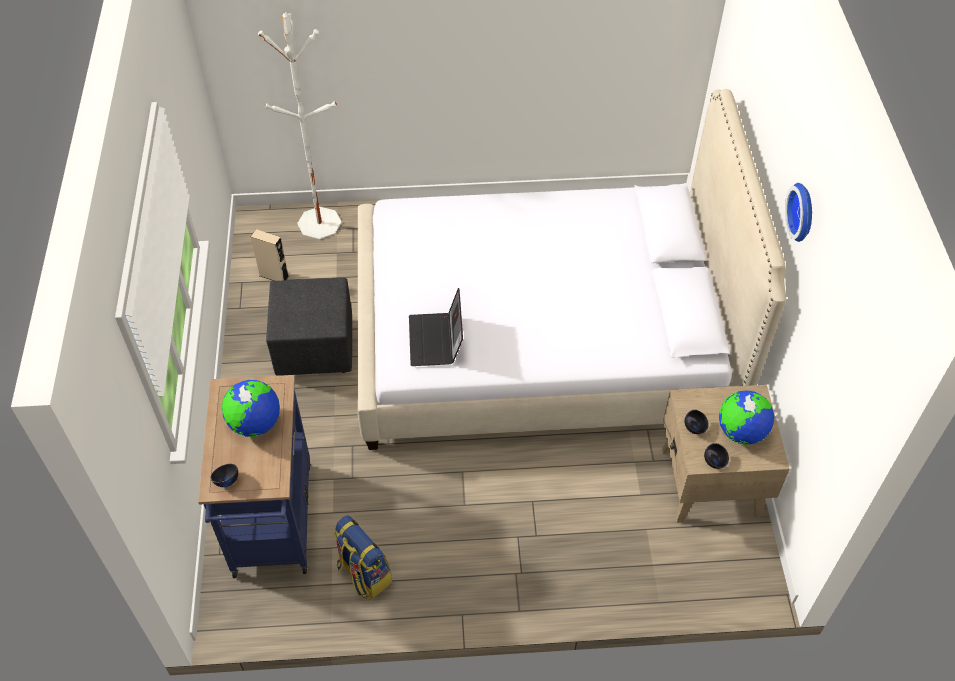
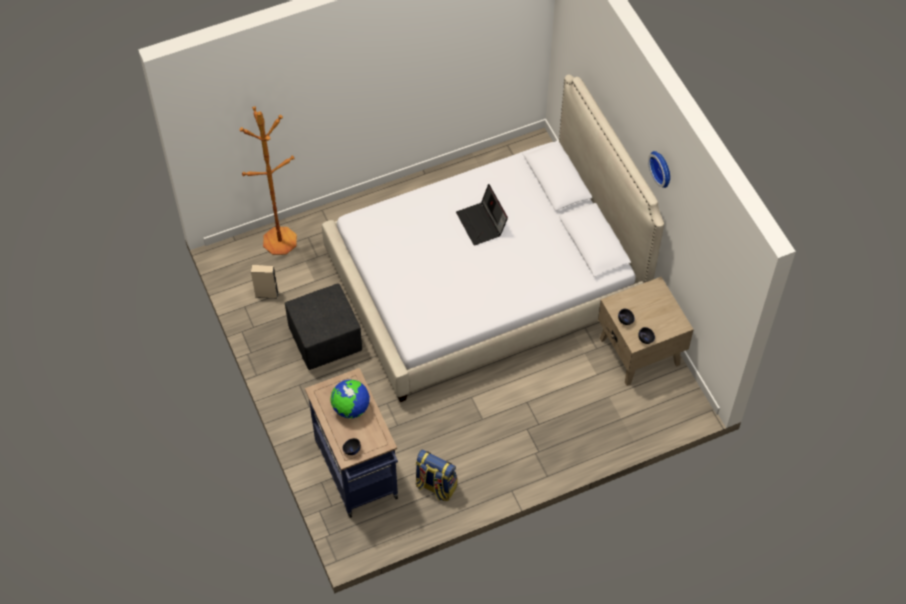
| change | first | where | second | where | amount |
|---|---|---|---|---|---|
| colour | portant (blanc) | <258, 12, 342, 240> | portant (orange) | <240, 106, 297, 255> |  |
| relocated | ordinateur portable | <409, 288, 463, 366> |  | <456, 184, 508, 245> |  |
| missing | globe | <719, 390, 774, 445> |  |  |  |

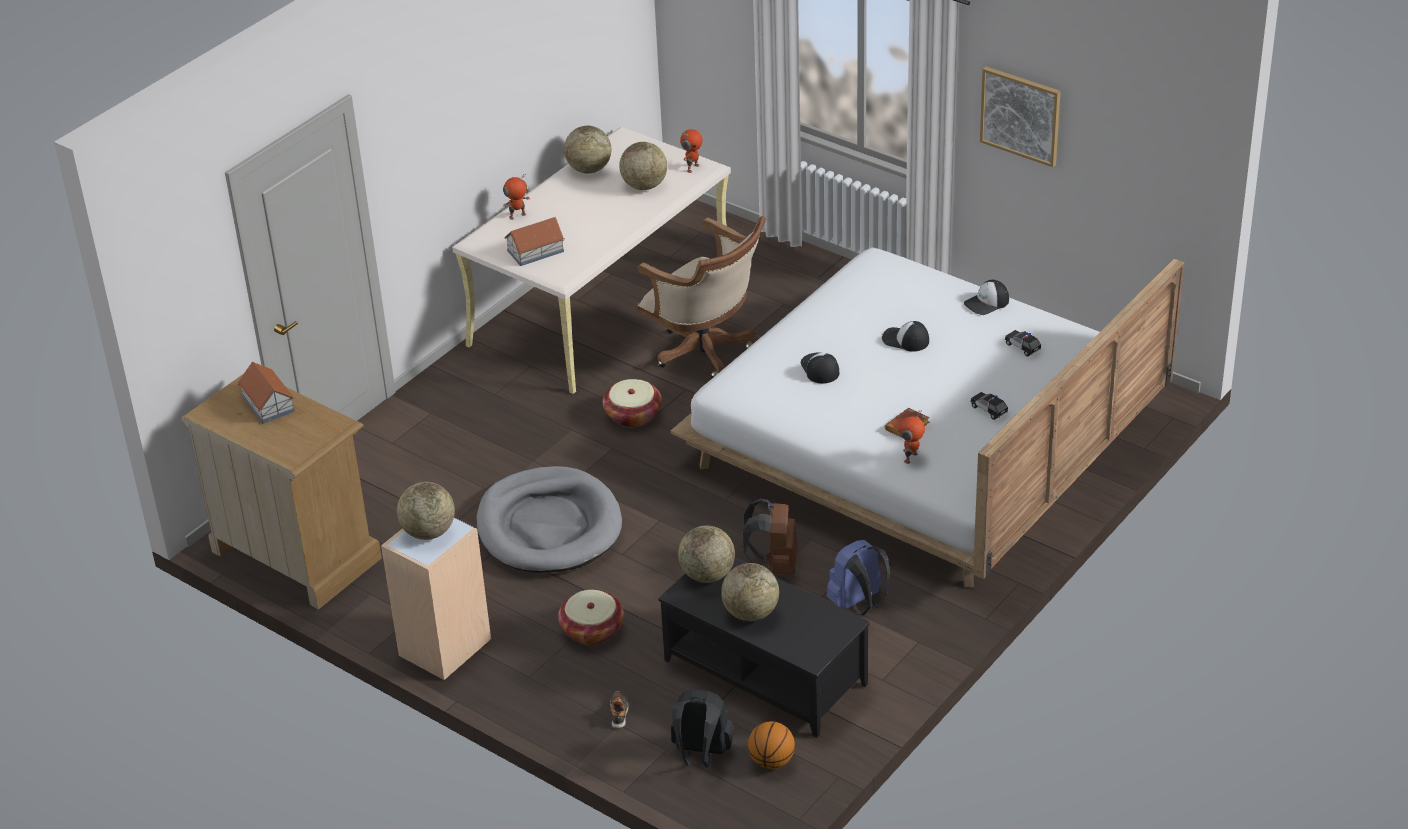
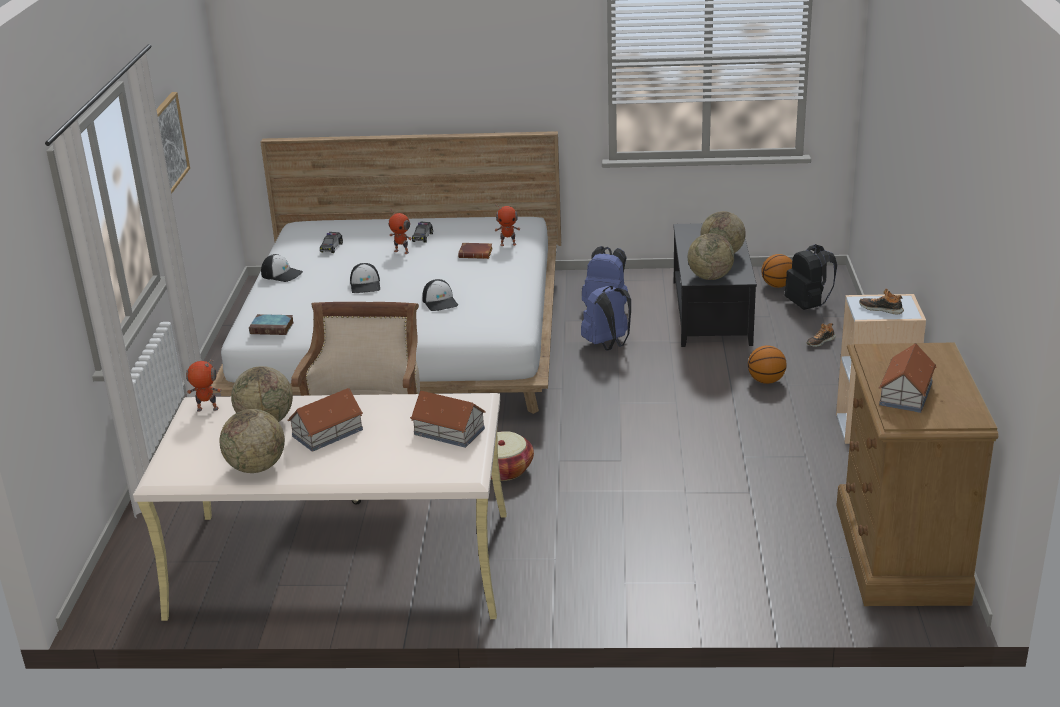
| change | first | where | second | where | amount |
|---|---|---|---|---|---|
| relocated | robot jouet | <503, 174, 530, 220> |  | <388, 209, 412, 254> |  |
| spun | casquette | <801, 352, 839, 383> |  | <422, 279, 458, 311> | 60 degrees counterclockwise |
| missing | panier pour chien (gris) | <476, 466, 622, 573> |  |  |  |
| exchanged | globe | <397, 482, 455, 540> | chaussure | <859, 289, 904, 315> |  |
| colour | sac à dos (marron) | <742, 499, 797, 575> | sac à dos (bleu) | <581, 286, 631, 351> |  |
| exchanged | panier | <558, 590, 624, 645> | ballon de basket | <748, 345, 786, 384> |  |
| appeared |  |  | livre | <249, 314, 294, 335> |  |
| appeared |  |  | maison miniature | <287, 388, 363, 452> |  |

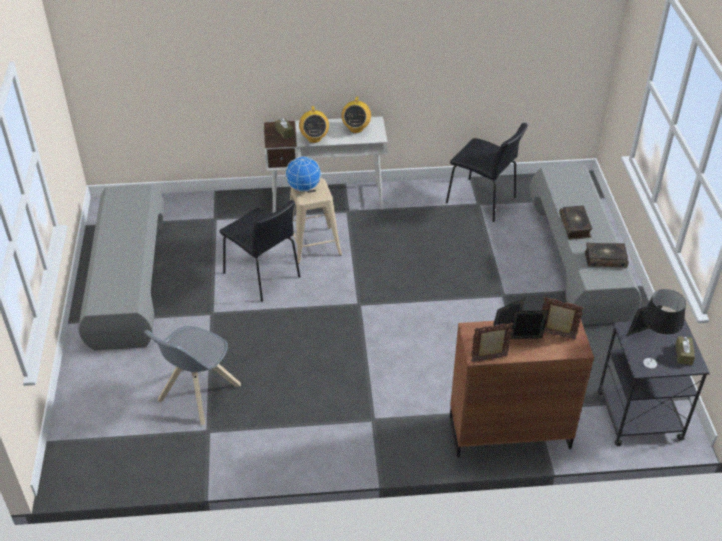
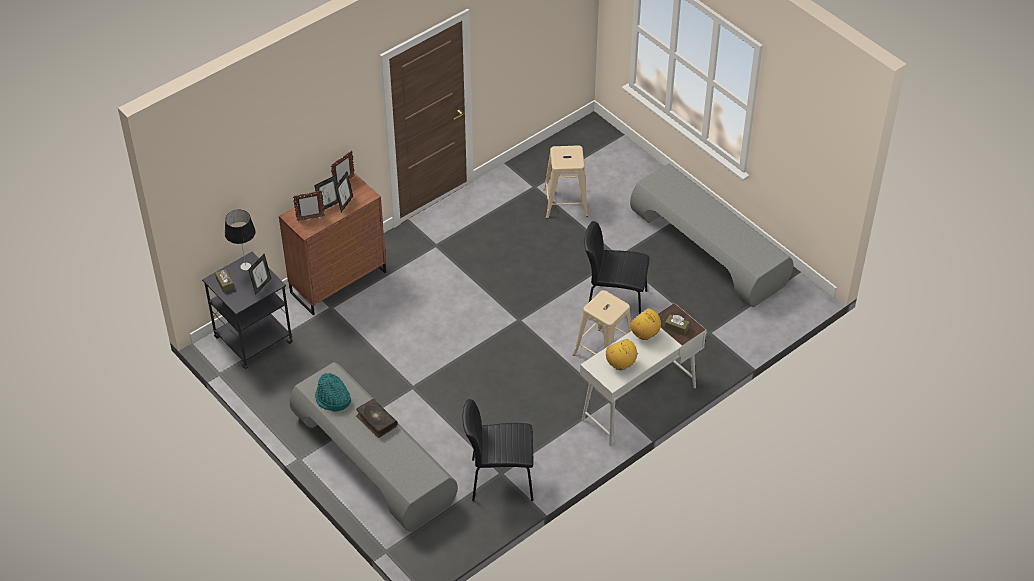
| change | first | where | second | where | amount |
|---|---|---|---|---|---|
| missing | globe | <285, 156, 321, 192> |  |  |  |
| exchanged | livre | <585, 243, 629, 268> | chapeau (turquoise) | <315, 373, 351, 412> |  |
| exchanged | chaise (gris) | <144, 326, 241, 425> | tabouret (beige) | <543, 145, 588, 219> |  |

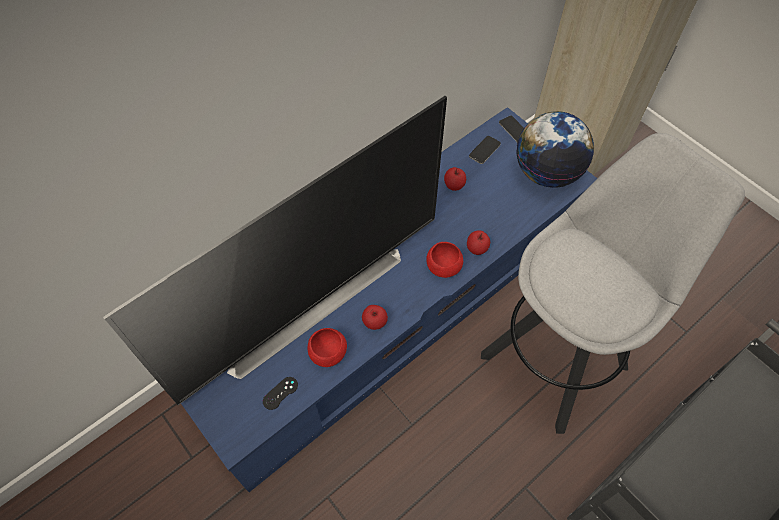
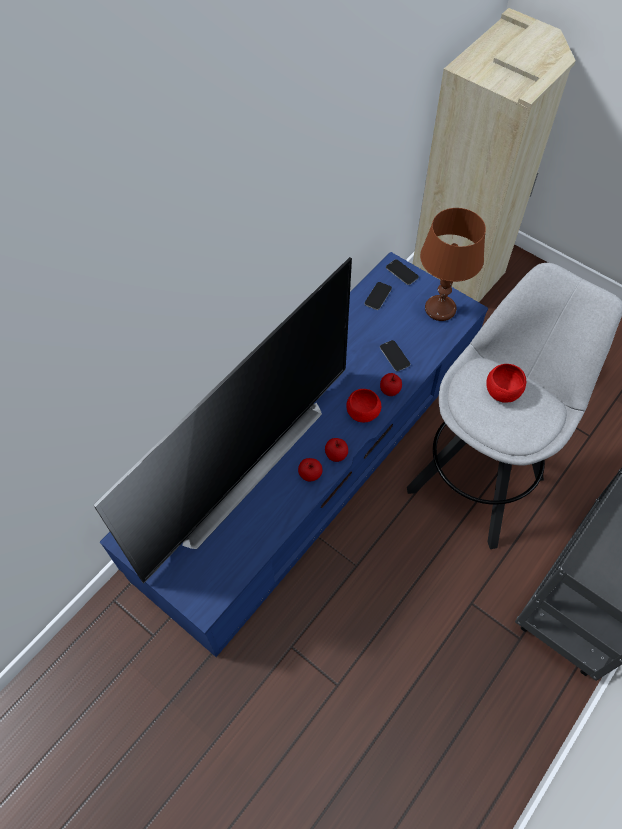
| change | first | where | second | where | amount |
|---|---|---|---|---|---|
| exchanged | globe | <516, 111, 594, 188> | lampe de table (marron) | <420, 208, 486, 321> |  |
| relocated | pomme | <444, 167, 466, 191> |  | <325, 438, 348, 462> |  |
| relocated | bol (rouge) | <308, 328, 347, 367> |  | <486, 364, 526, 403> |  |
| missing | manette (noir) | <263, 377, 298, 410> |  |  |  |
| appeared |  |  | téléphone | <380, 340, 410, 371> |  |

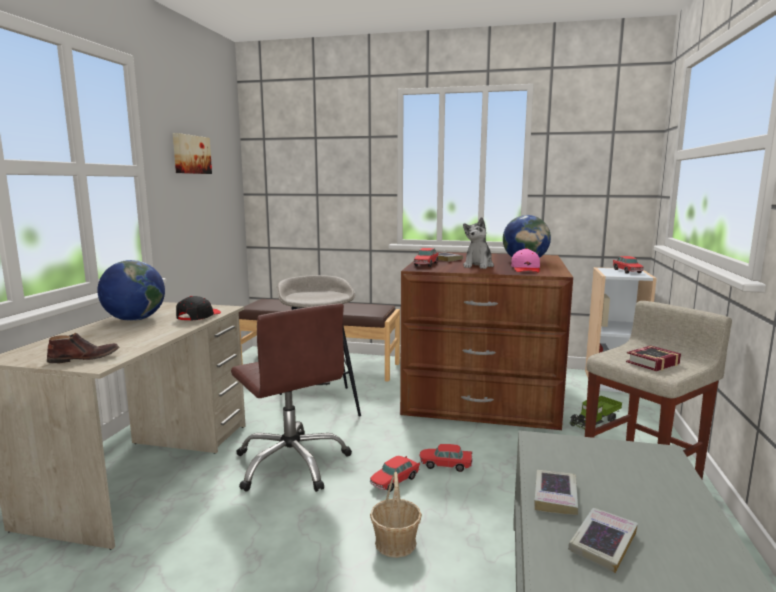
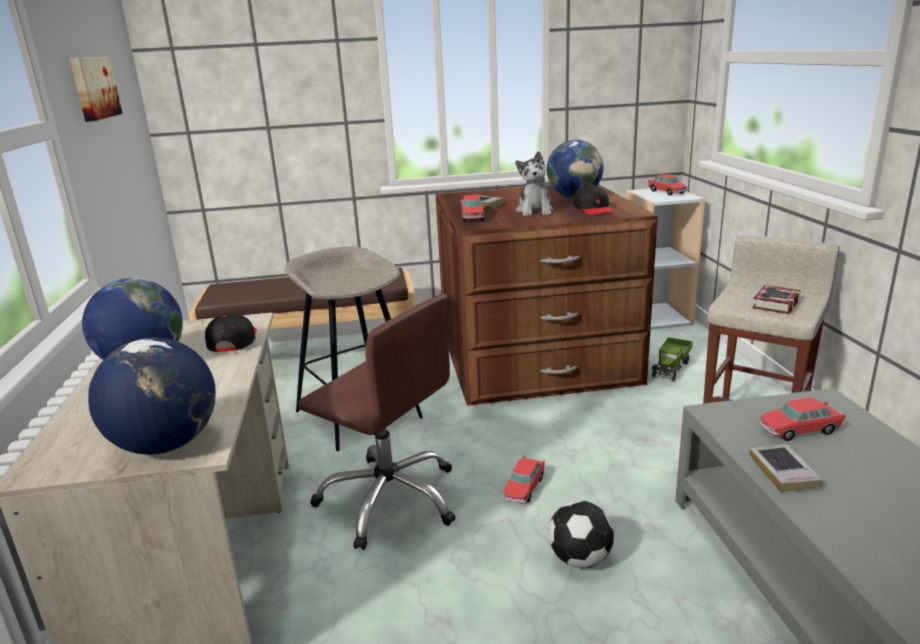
| change | first | where | second | where | amount |
|---|---|---|---|---|---|
| colour | casquette (rose) | <511, 248, 540, 273> | casquette (noir) | <574, 184, 614, 215> |  |
| exchanged | chaussure (marron) | <47, 333, 119, 363> | globe | <88, 338, 216, 454> |  |
| relocated | petite voiture | <419, 444, 473, 472> |  | <759, 397, 846, 441> |  |
| exchanged | panier | <370, 472, 422, 558> | ballon de foot | <548, 501, 614, 568> |  |
| missing | livre | <568, 508, 638, 573> |  |  |  |

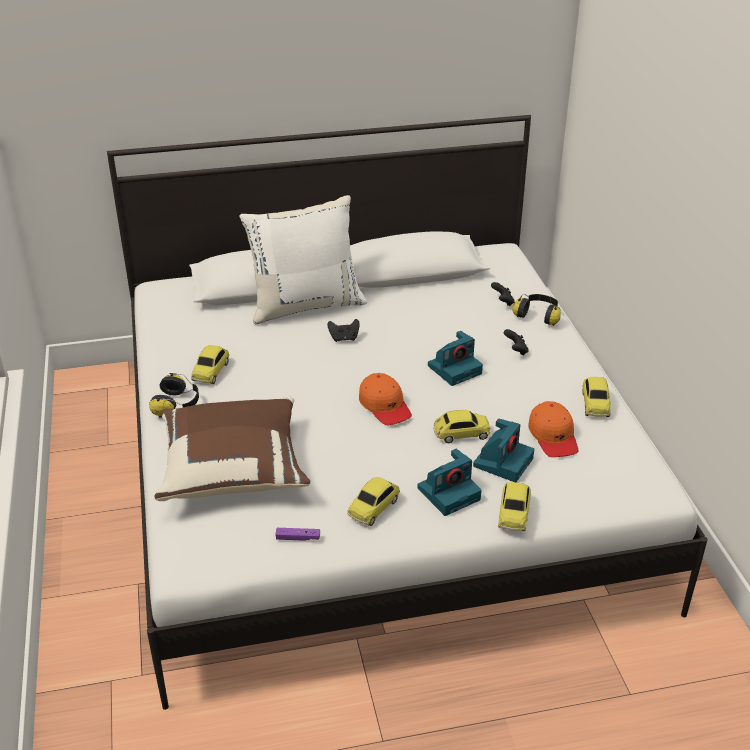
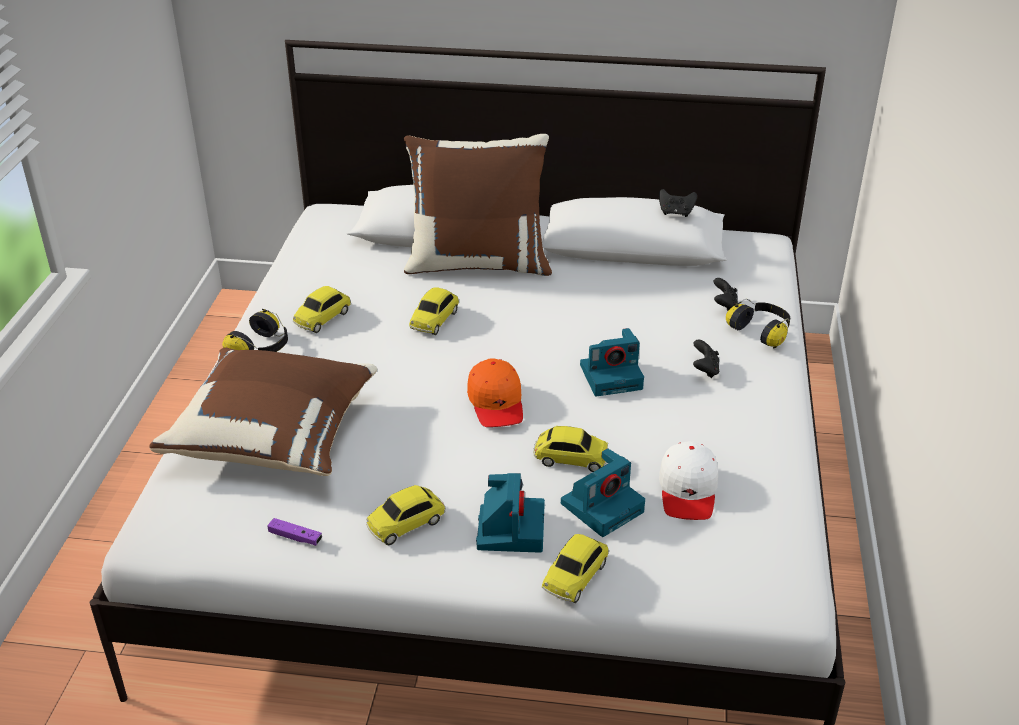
| change | first | where | second | where | amount |
|---|---|---|---|---|---|
| colour | coussin (blanc) | <239, 195, 367, 324> | coussin (marron) | <404, 134, 552, 276> |  |
| relocated | manette (noir) | <328, 319, 360, 342> |  | <659, 189, 697, 217> |  |
| relocated | petite voiture | <582, 377, 611, 417> |  | <409, 287, 459, 335> |  |
| colour | casquette (orange) | <528, 401, 578, 457> | casquette (blanc) | <659, 441, 718, 520> |  |
| spun | appareil photo | <417, 449, 481, 516> |  | <476, 473, 545, 553> | 75 degrees counterclockwise |

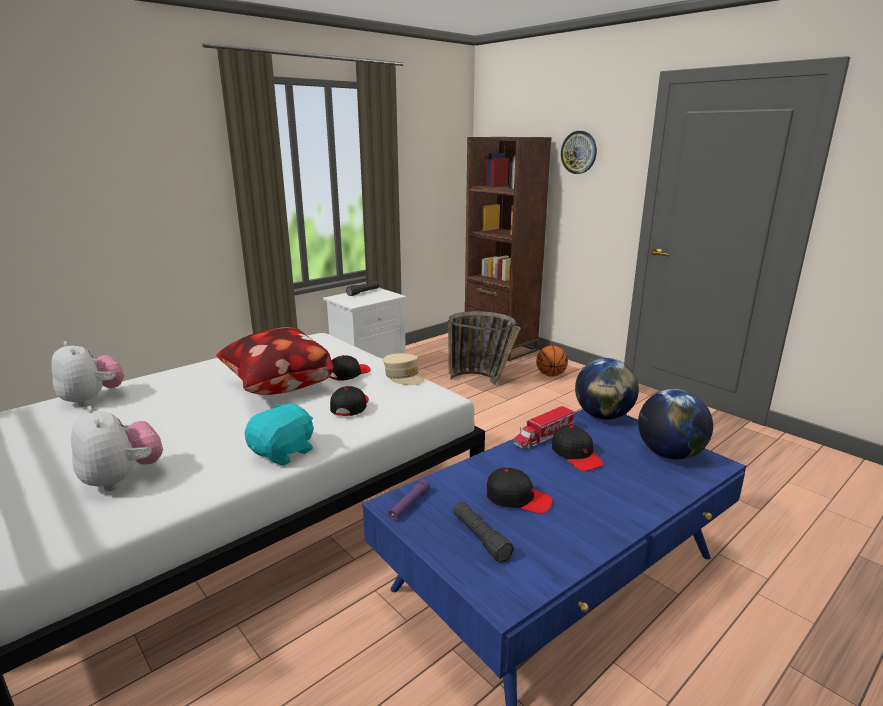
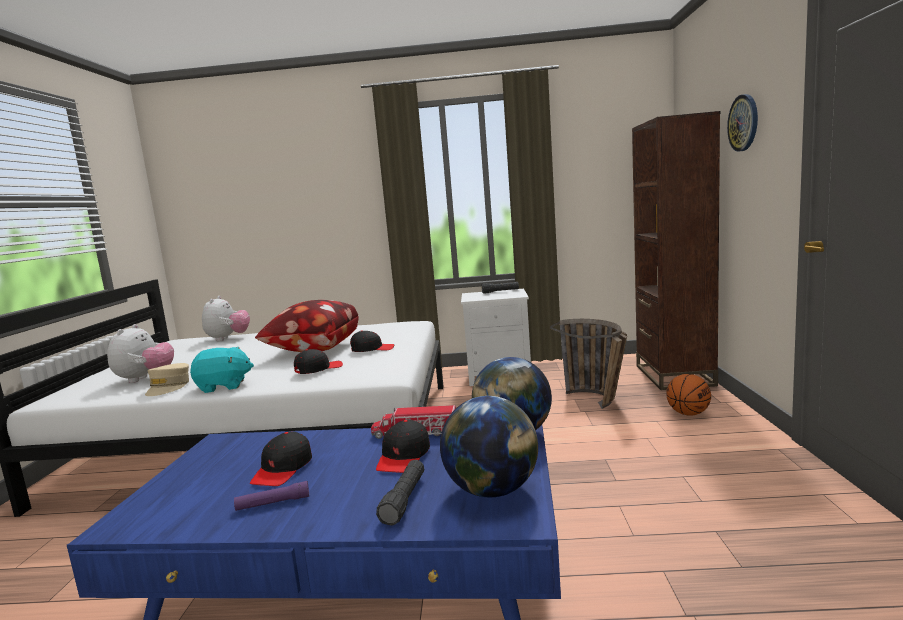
| change | first | where | second | where | amount |
|---|---|---|---|---|---|
| relocated | casquette (beige) | <383, 353, 424, 385> |  | <145, 363, 189, 396> |  |
| spun | casquette (noir) | <487, 468, 553, 513> |  | <250, 431, 312, 486> | 45 degrees clockwise |
| relocated | lampe de poche (violet) | <388, 479, 430, 520> |  | <234, 481, 309, 511> |  |
| relocated | lampe de poche (noir) | <453, 502, 514, 562> |  | <376, 460, 424, 526> |  |

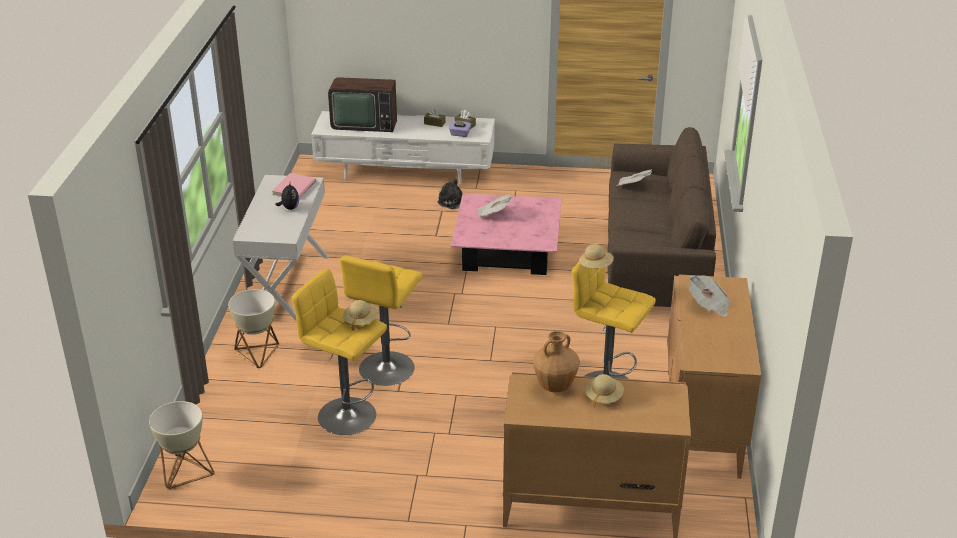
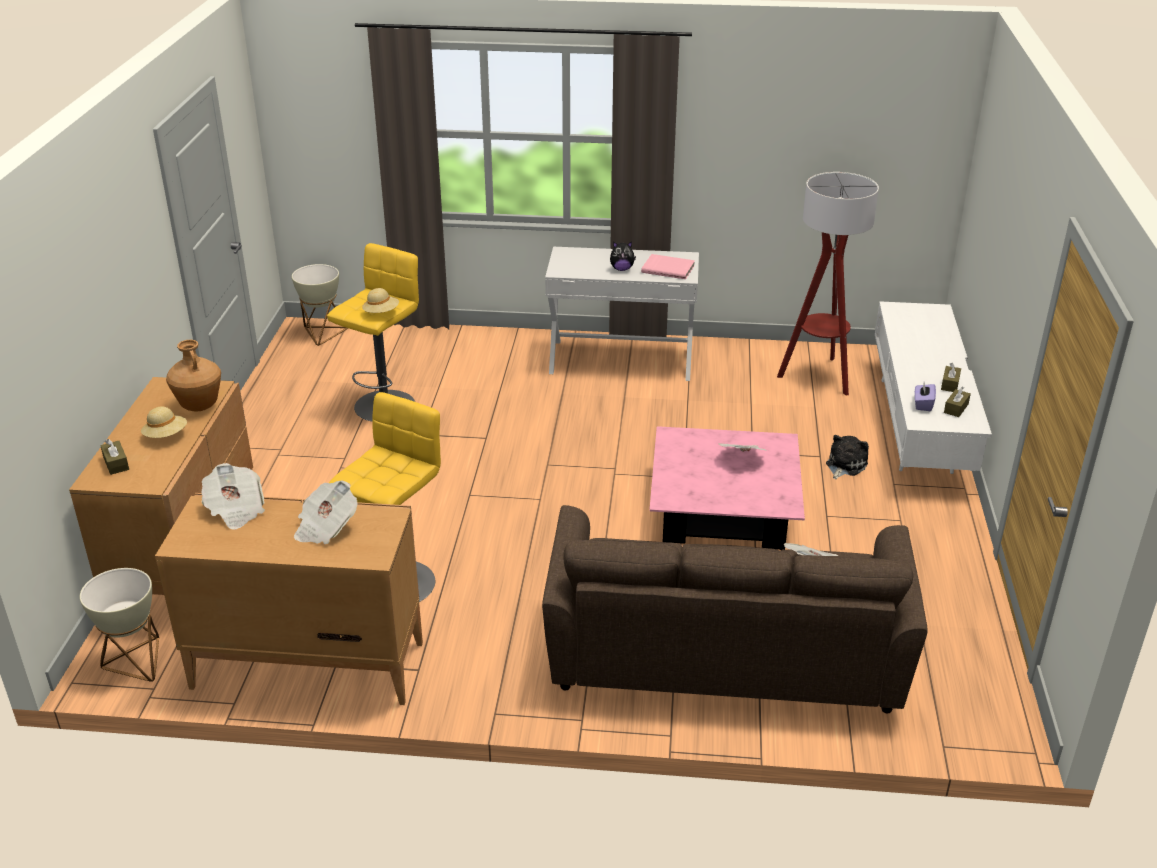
| change | first | where | second | where | amount |
|---|---|---|---|---|---|
| missing | téléviseur | <328, 77, 397, 132> |  |  |  |
| missing | chapeau (beige) | <579, 244, 614, 268> |  |  |  |
| missing | tabouret (jaune) | <340, 255, 422, 386> |  |  |  |
| relocated | cache-pot | <228, 289, 279, 368> |  | <80, 568, 159, 681> |  |
| appeared |  |  | lampadaire | <777, 172, 879, 396> |  |
| appeared |  |  | boîte à mouchoirs (marron) | <100, 439, 129, 475> |  |
| appeared |  |  | journal | <202, 463, 265, 530> |  |

